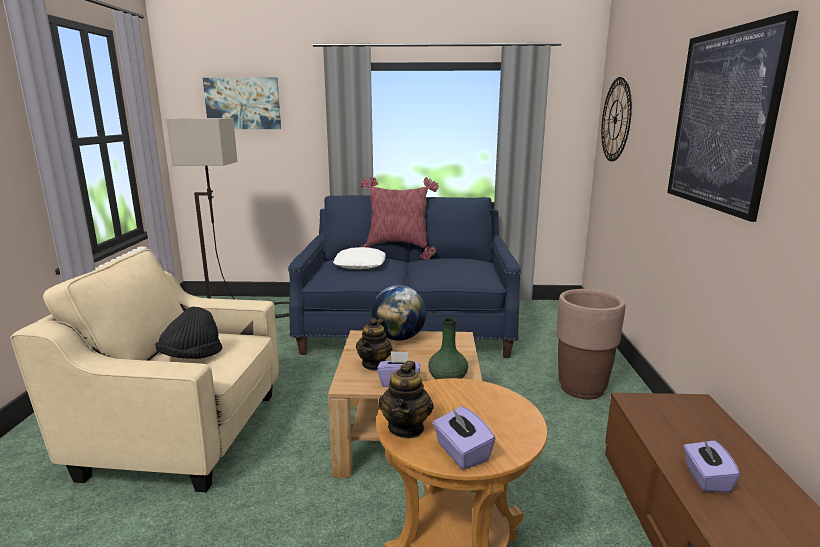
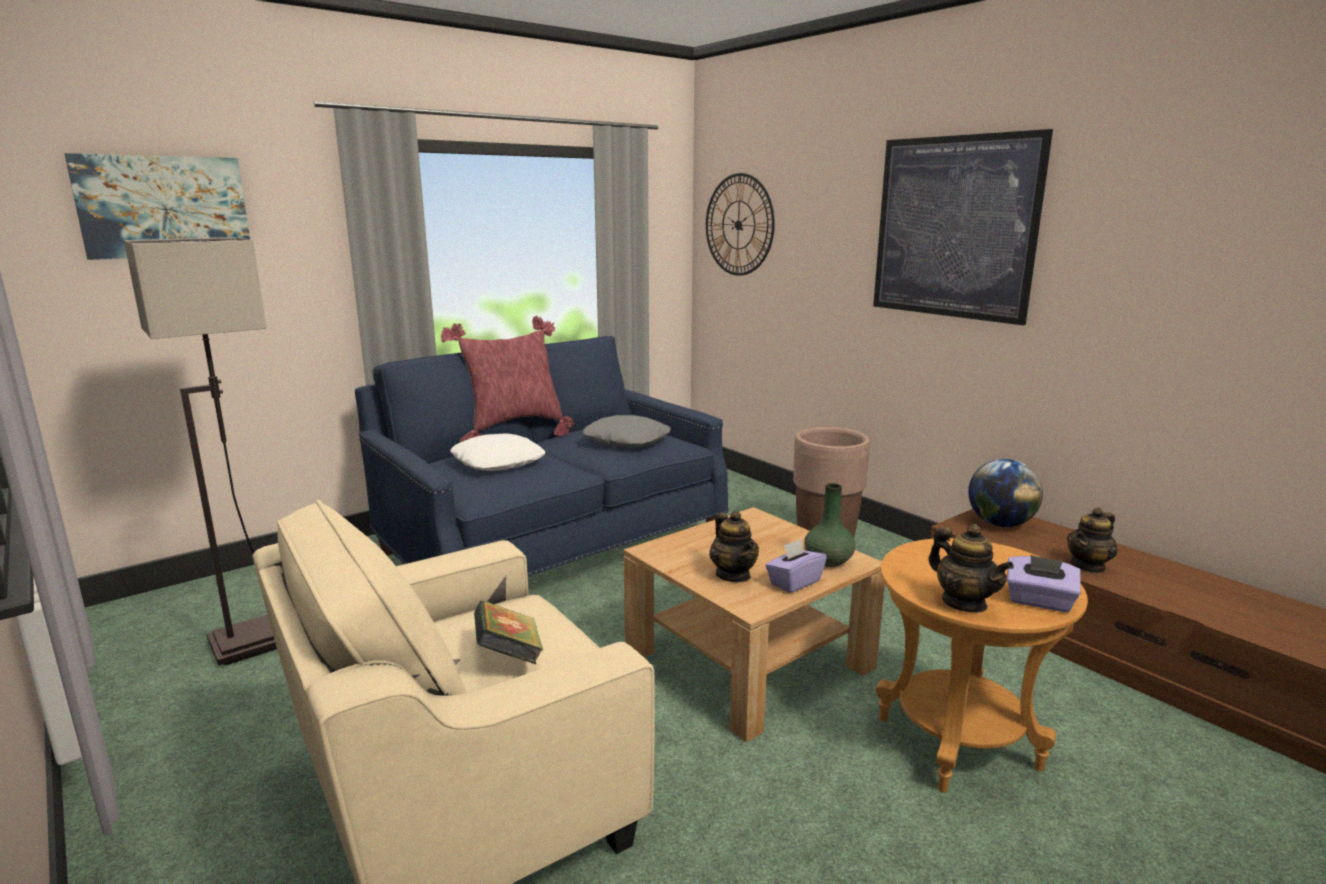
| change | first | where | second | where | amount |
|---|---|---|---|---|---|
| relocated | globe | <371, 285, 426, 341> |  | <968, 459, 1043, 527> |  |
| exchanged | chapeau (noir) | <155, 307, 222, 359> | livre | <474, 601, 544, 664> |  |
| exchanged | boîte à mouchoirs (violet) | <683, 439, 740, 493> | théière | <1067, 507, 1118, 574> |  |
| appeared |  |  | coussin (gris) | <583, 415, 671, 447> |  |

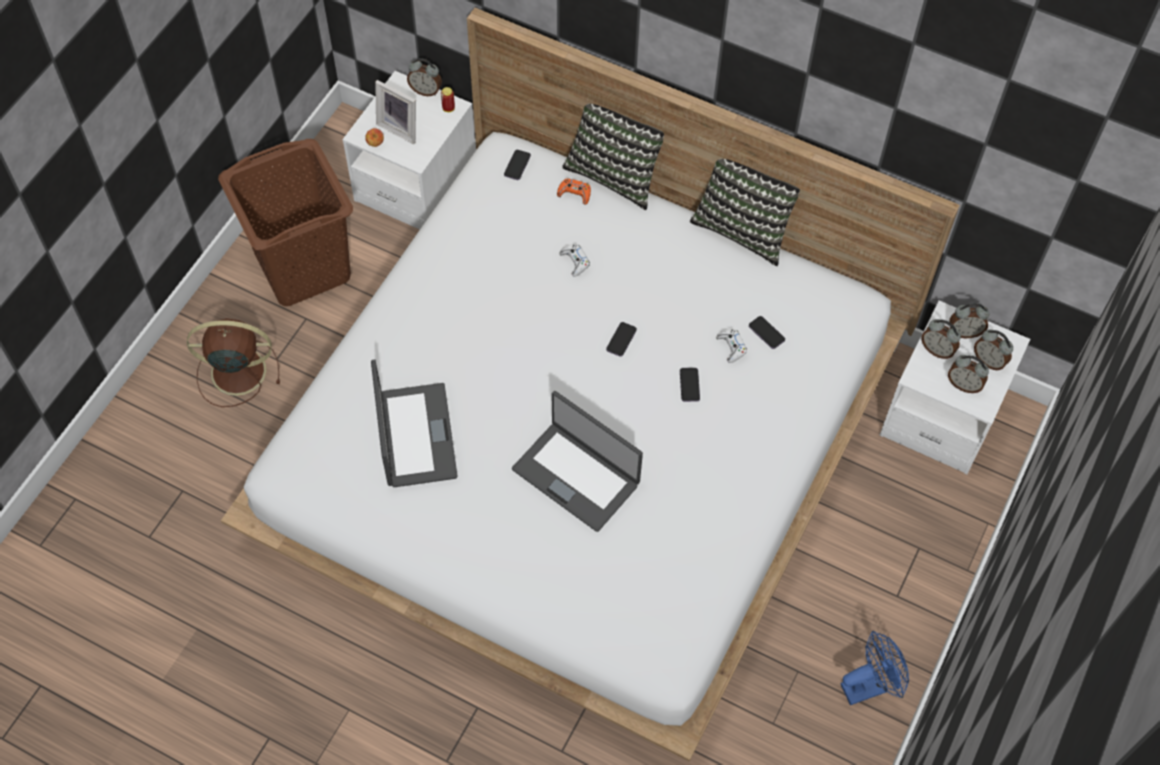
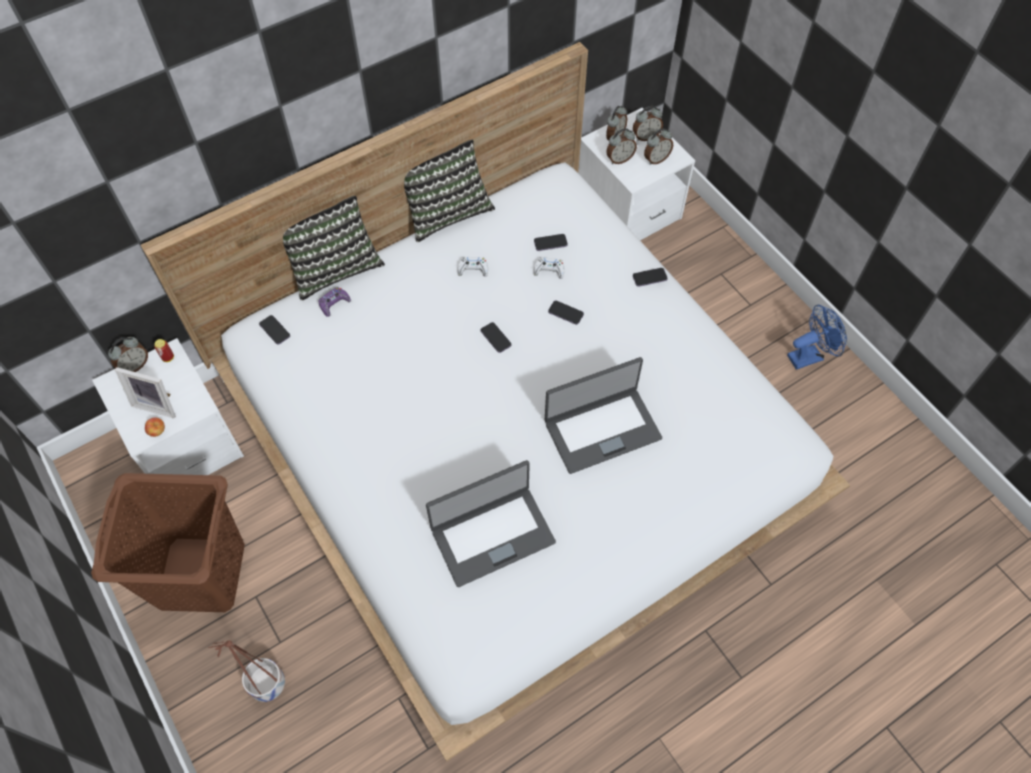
| change | first | where | second | where | amount |
|---|---|---|---|---|---|
| spun | cadre photo | <375, 80, 416, 144> |  | <115, 367, 176, 418> | 45 degrees clockwise |
| colour | manette (orange) | <557, 178, 591, 204> | manette (violet) | <318, 287, 351, 317> |  |
| relocated | manette (blanc) | <559, 244, 590, 277> |  | <457, 257, 488, 277> |  |
| exchanged | ventilateur (marron) | <187, 318, 280, 407> | cache-pot | <208, 640, 285, 702> |  |
| spun | ordinateur portable | <371, 359, 457, 487> |  | <426, 460, 556, 587> | 135 degrees clockwise |
| spun | ventilateur (bleu) | <841, 631, 909, 705> |  | <787, 305, 847, 370> | 60 degrees clockwise |
| appeared |  |  | téléphone | <633, 268, 668, 287> |  |

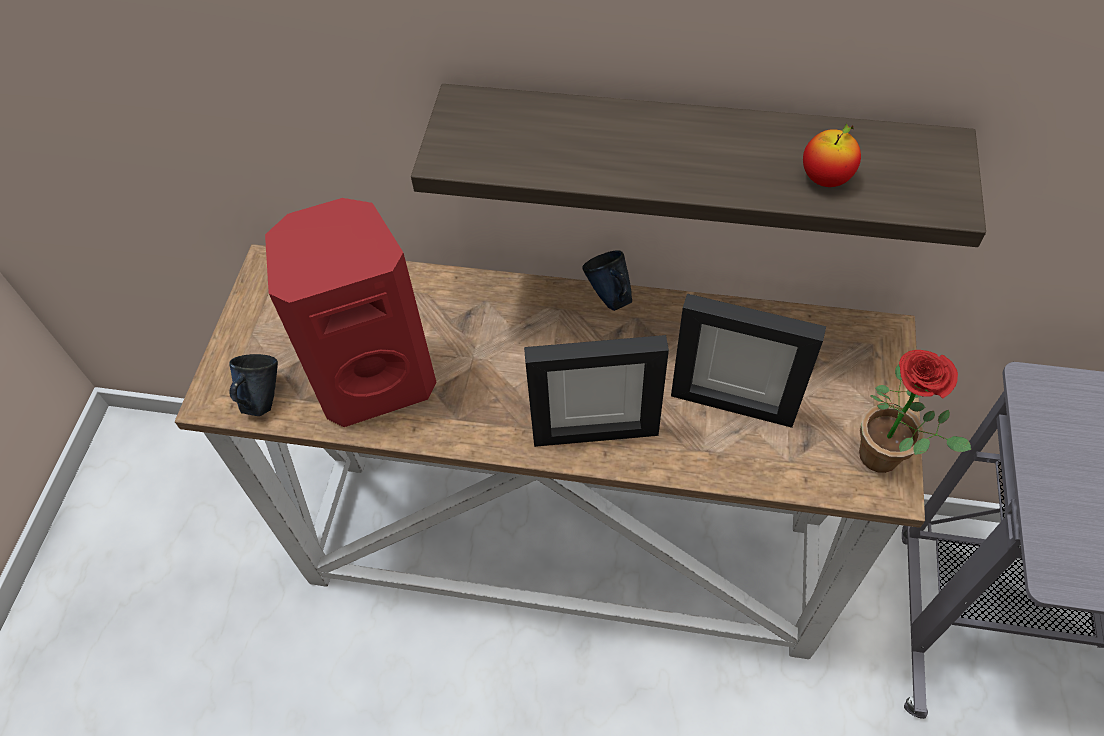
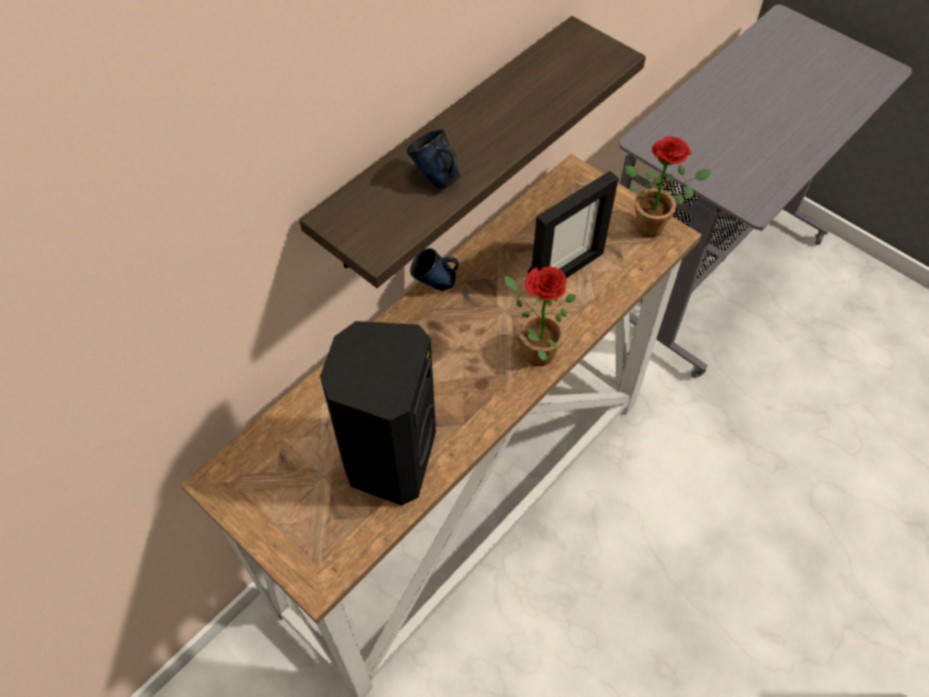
| change | first | where | second | where | amount |
|---|---|---|---|---|---|
| missing | pomme | <803, 123, 861, 187> |  |  |  |
| colour | enceinte (rouge) | <265, 198, 437, 427> | enceinte (noir) | <320, 321, 436, 505> |  |
| exchanged | cadre photo | <524, 335, 669, 447> | plante en pot | <504, 266, 576, 366> |  |
| relocated | mug (bleu) | <229, 354, 278, 416> |  | <407, 129, 460, 188> |  |

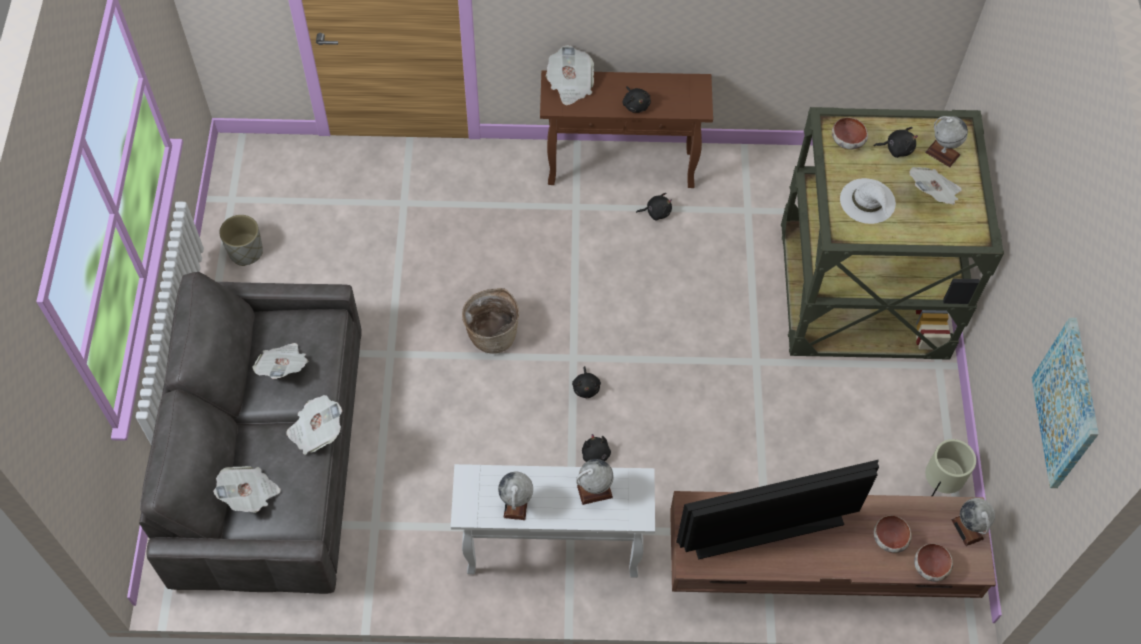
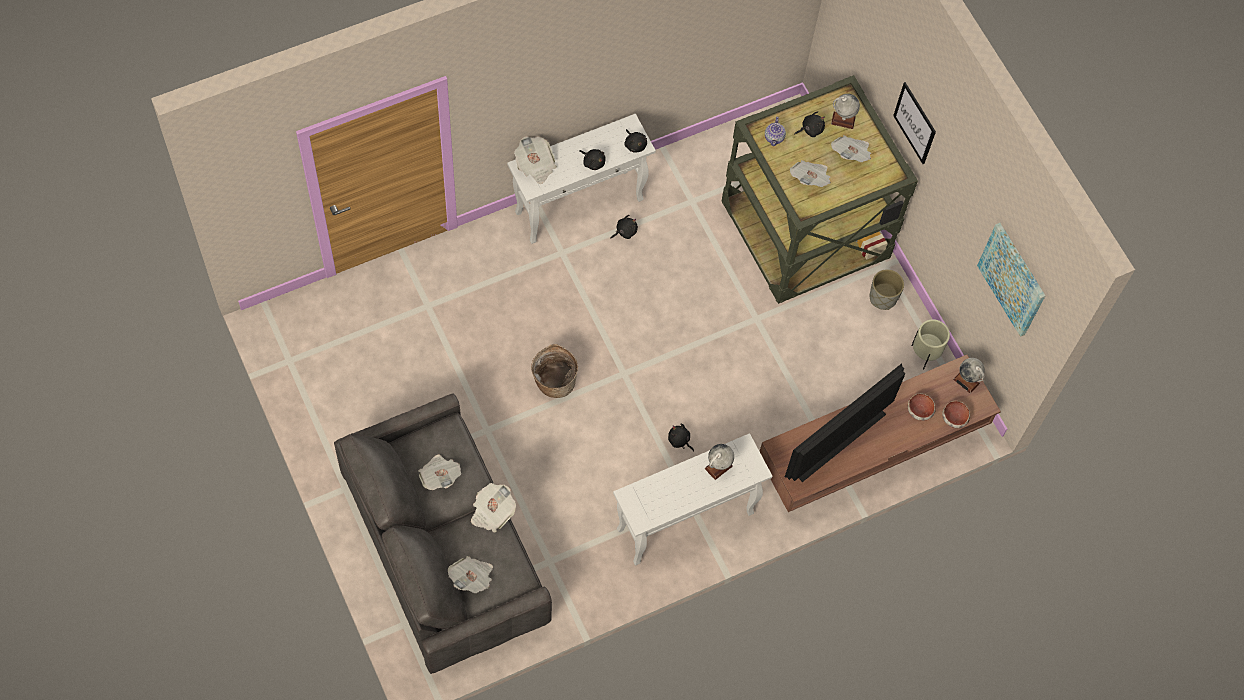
| change | first | where | second | where | amount |
|---|---|---|---|---|---|
| colour | table console (marron) | <540, 70, 713, 188> | table console (blanc) | <507, 114, 656, 244> |  |
| exchanged | bol | <832, 117, 868, 150> | théière | <765, 117, 786, 146> |  |
| exchanged | chapeau (blanc) | <840, 178, 896, 224> | journal | <790, 160, 831, 187> |  |
| relocated | cache-pot (gris) | <219, 215, 263, 266> |  | <870, 269, 904, 310> |  |
| relocated | peluche (noir) | <572, 366, 601, 398> |  | <624, 129, 647, 153> |  |
| missing | globe | <498, 472, 533, 520> |  |  |  |
| appeared |  |  | tableau | <893, 82, 936, 164> |  |

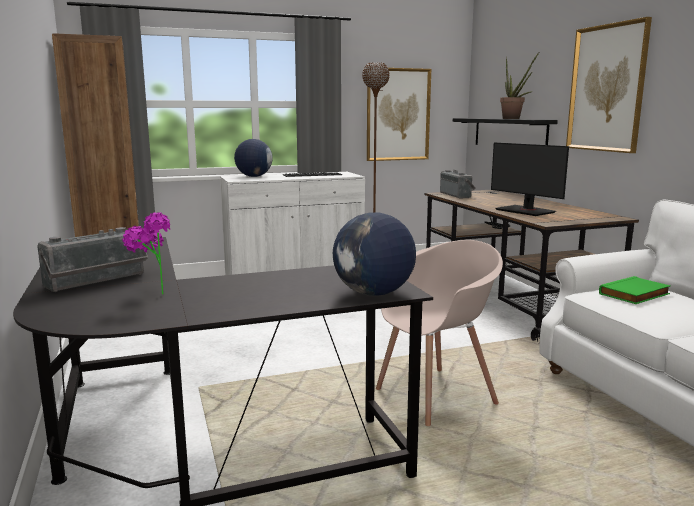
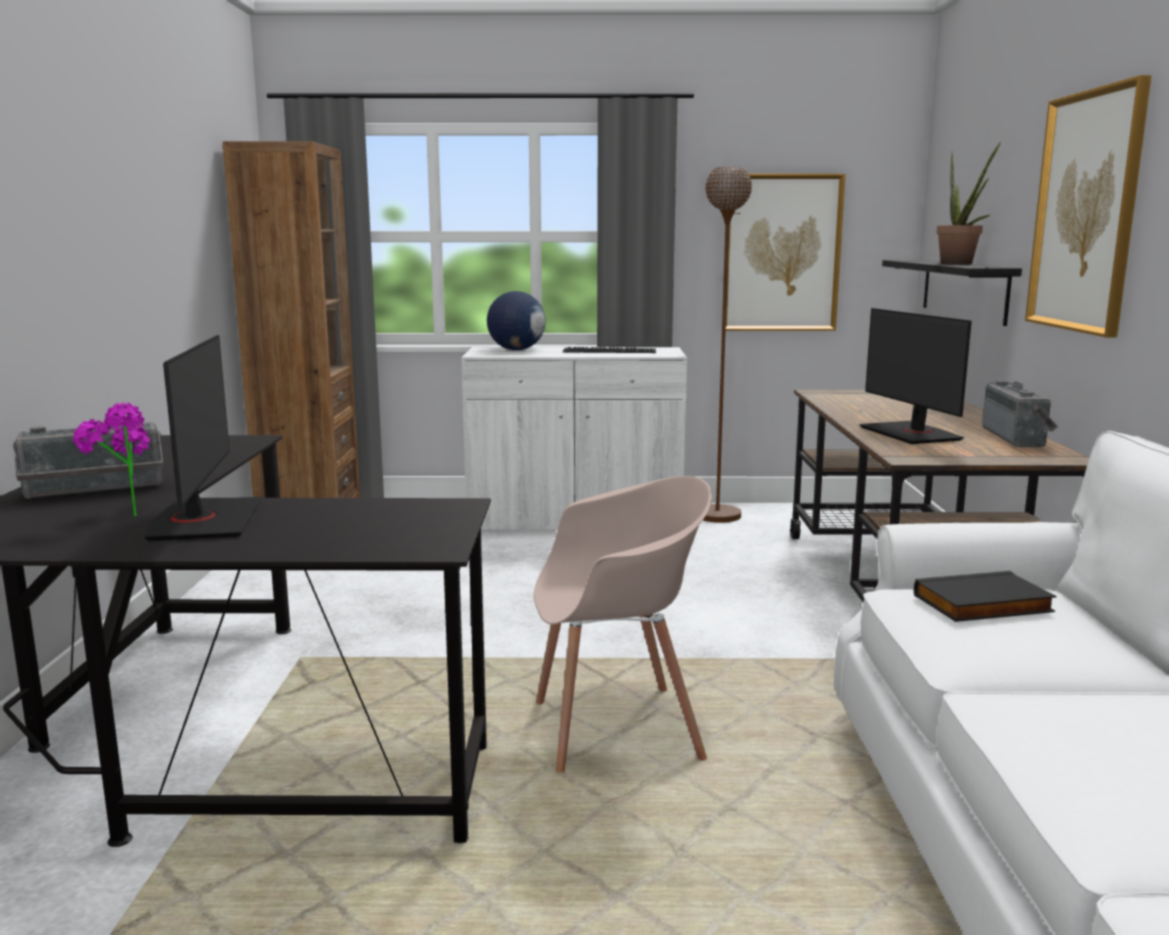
| change | first | where | second | where | amount |
|---|---|---|---|---|---|
| relocated | radio | <440, 170, 475, 199> |  | <982, 381, 1058, 447> |  |
| missing | globe | <333, 212, 416, 296> |  |  |  |
| colour | livre (vert) | <599, 276, 671, 304> | livre (noir) | <914, 571, 1057, 622> |  |
| appeared |  |  | écran d'ordinateur | <144, 335, 262, 541> |  |

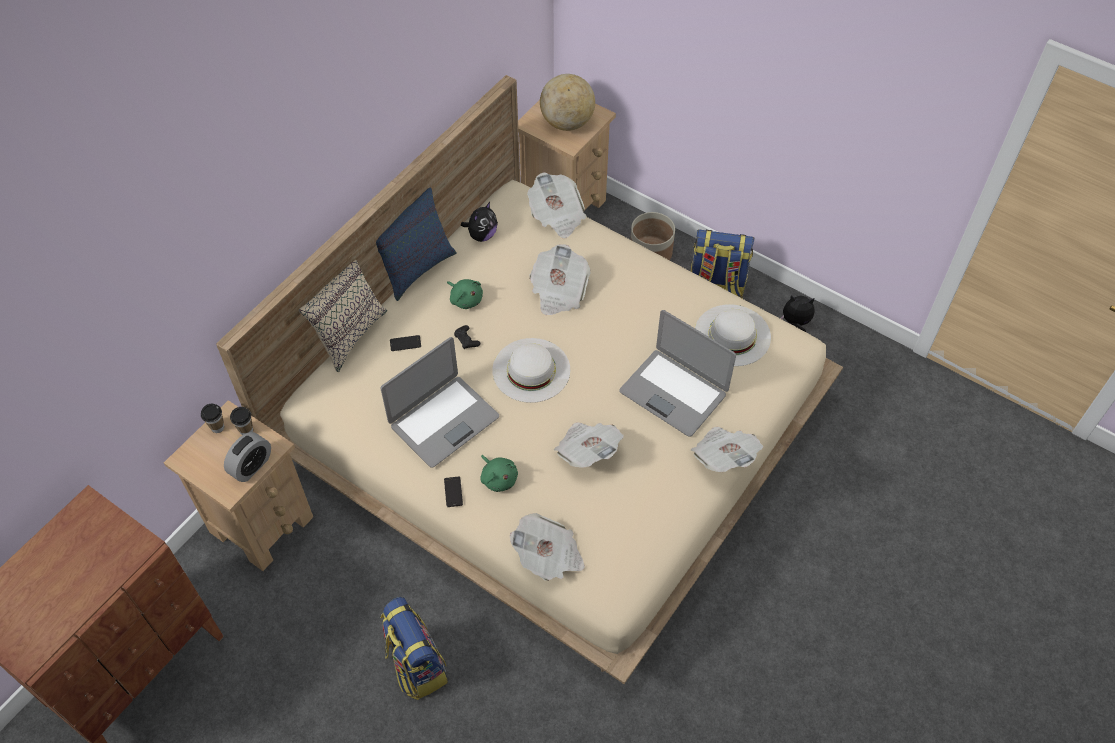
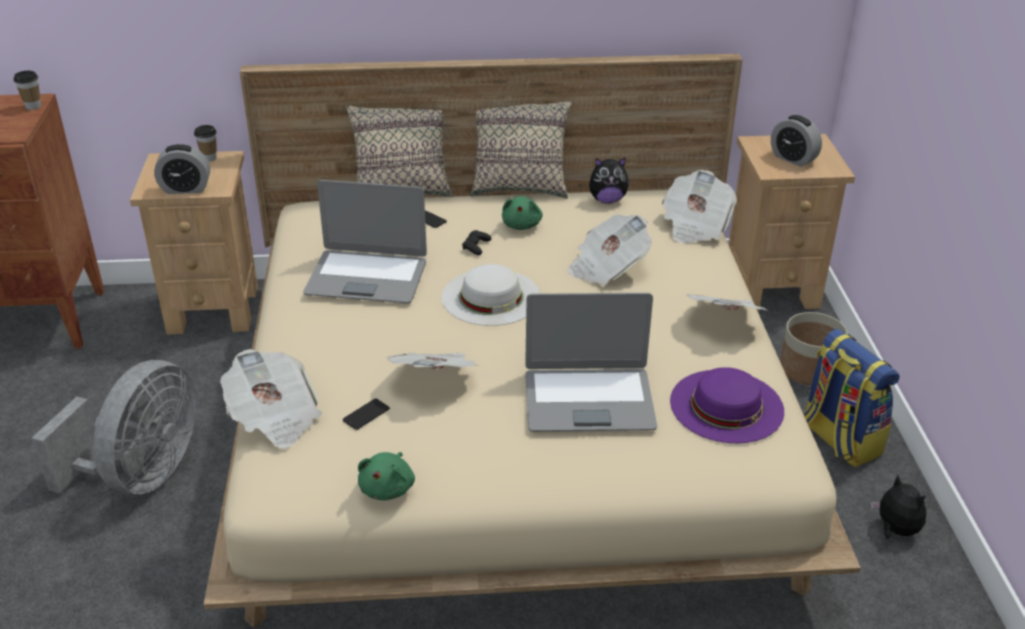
| change | first | where | second | where | amount |
|---|---|---|---|---|---|
| exchanged | globe | <540, 74, 595, 131> | réveil | <771, 115, 822, 167> |  |
| colour | coussin (bleu) | <376, 188, 457, 301> | coussin (beige) | <471, 102, 571, 199> |  |
| colour | chapeau (blanc) | <695, 304, 771, 366> | chapeau (violet) | <670, 367, 784, 443> |  |
| spun | ordinateur portable | <619, 310, 736, 437> |  | <525, 293, 657, 432> | 90 degrees counterclockwise |
| relocated | tasse | <230, 407, 253, 435> |  | <14, 71, 41, 110> |  |
| relocated | journal | <691, 427, 763, 472> |  | <686, 294, 766, 310> |  |
| relocated | peluche (vert) | <480, 455, 518, 492> |  | <358, 452, 415, 500> |  |
| relocated | téléphone | <444, 476, 463, 507> |  | <343, 399, 390, 430> |  |
| exchanged | sac à dos | <381, 597, 448, 700> | ventilateur (gris) | <32, 360, 196, 494> |  |

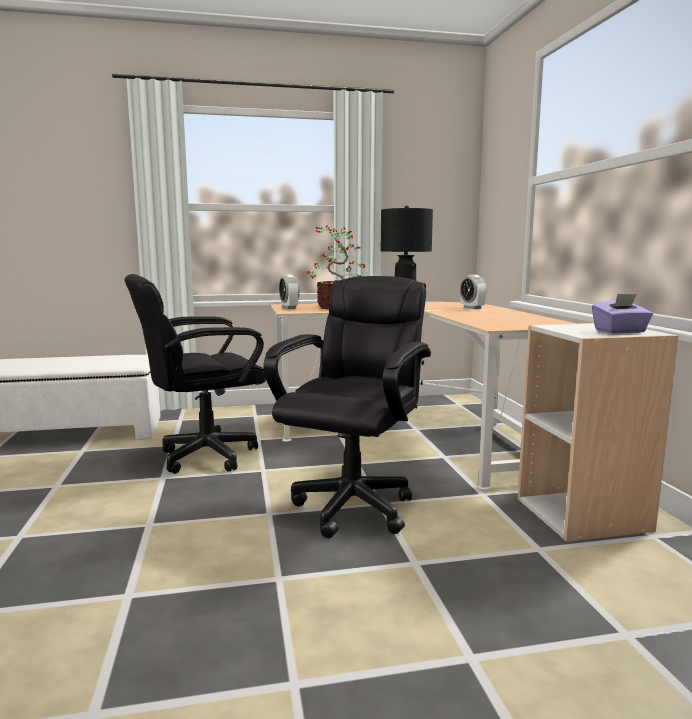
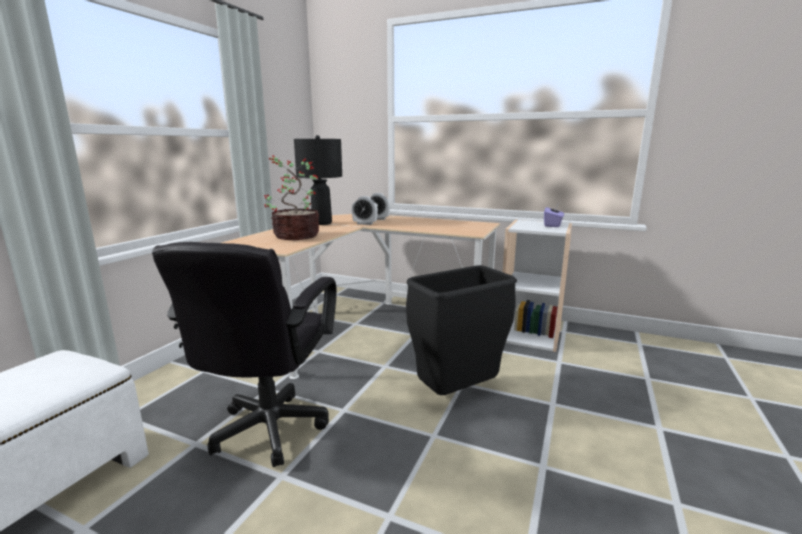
| change | first | where | second | where | amount |
|---|---|---|---|---|---|
| relocated | réveil | <279, 275, 300, 309> |  | <352, 196, 378, 225> |  |
| exchanged | chaise de bureau (noir) | <263, 276, 431, 538> | poubelle (noir) | <406, 265, 517, 395> |  |

